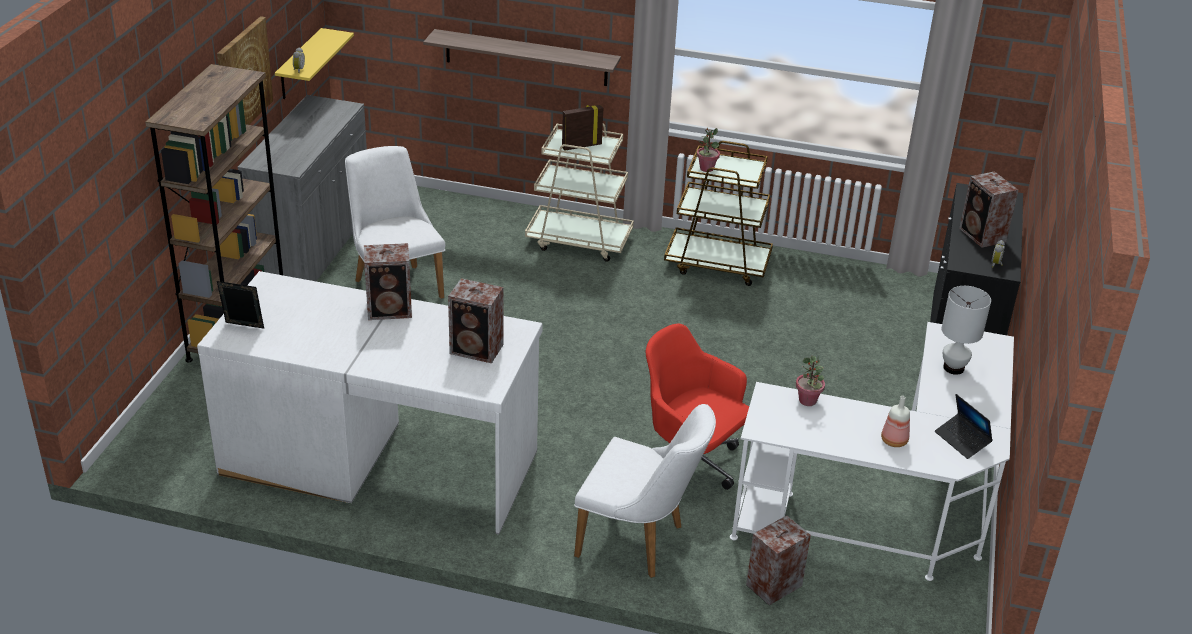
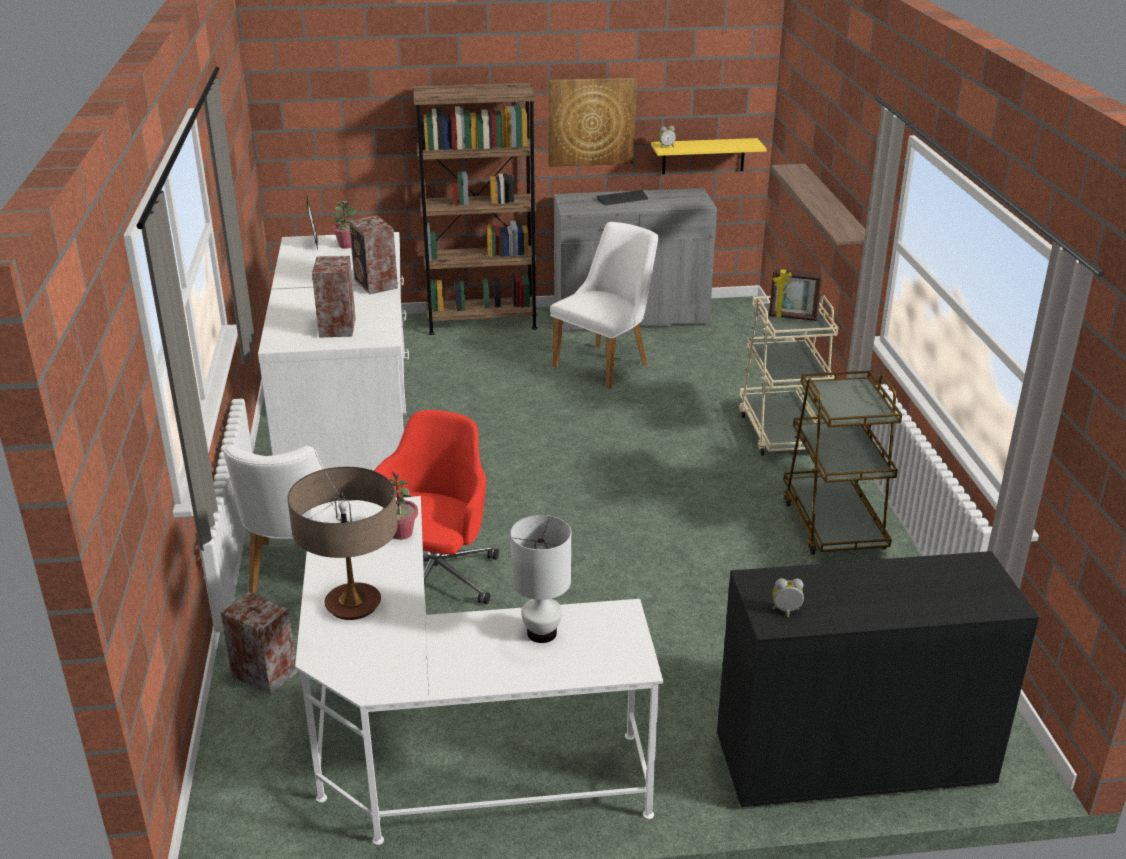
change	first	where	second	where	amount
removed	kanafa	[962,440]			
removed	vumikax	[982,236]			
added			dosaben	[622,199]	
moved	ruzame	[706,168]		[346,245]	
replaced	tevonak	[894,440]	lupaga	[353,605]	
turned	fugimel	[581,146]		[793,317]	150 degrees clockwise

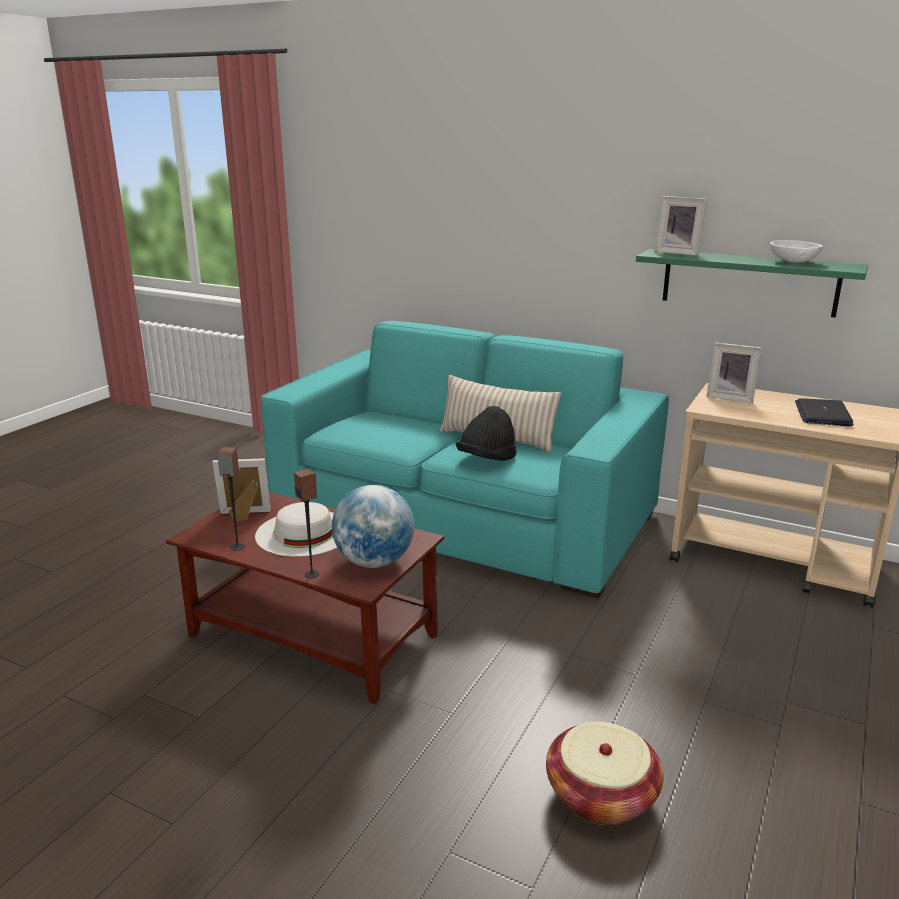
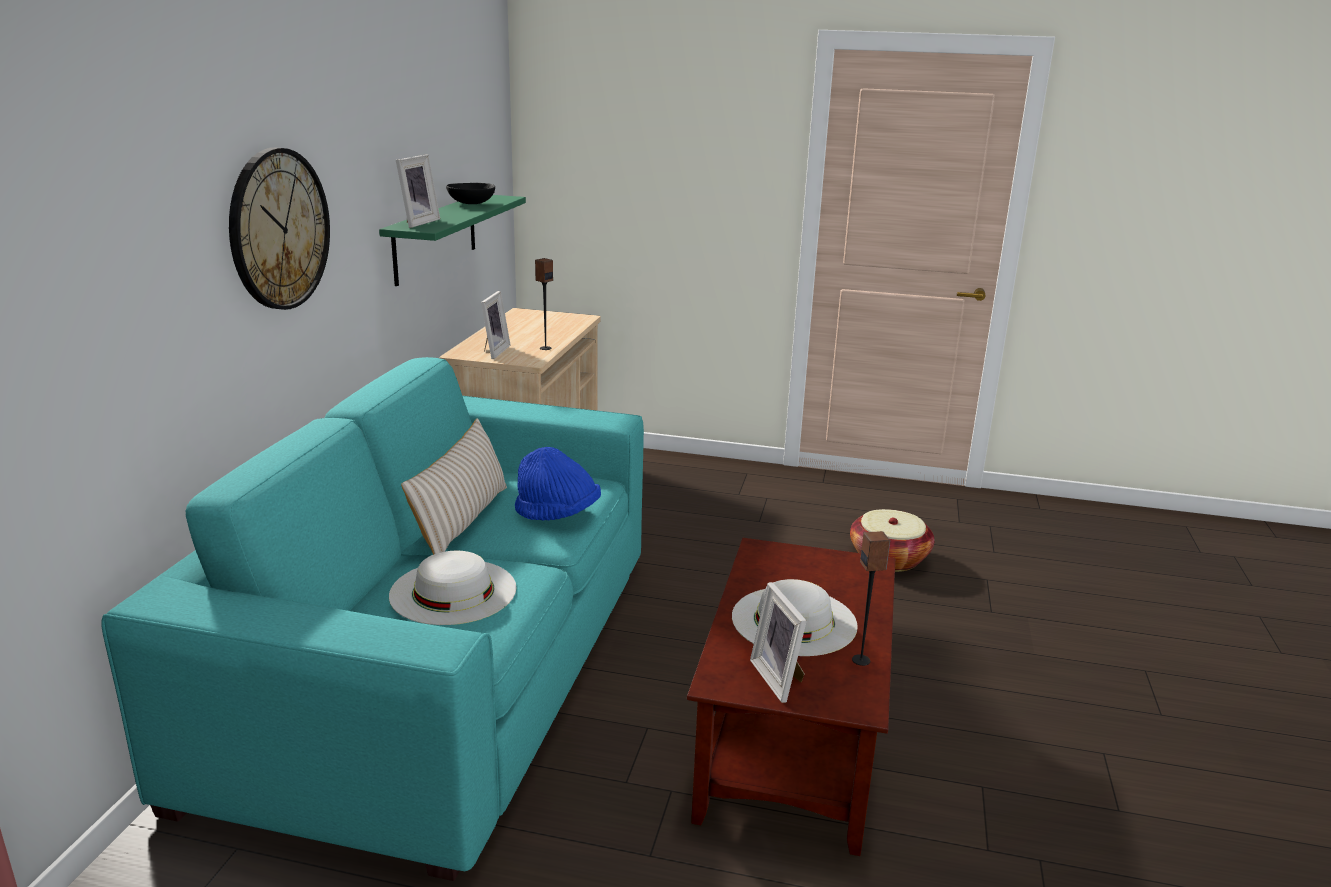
change	first	where	second	where	amount
removed	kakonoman	[374,562]			
removed	kanafa	[822,414]			
added			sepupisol	[279,229]	
added			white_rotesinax	[453,591]	
moved	vumikax	[312,574]		[545,348]	
recoloured	black_rotesinax	[487,460]	blue_rotesinax	[557,514]	
recoloured	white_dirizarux	[794,261]	black_dirizarux	[471,203]	

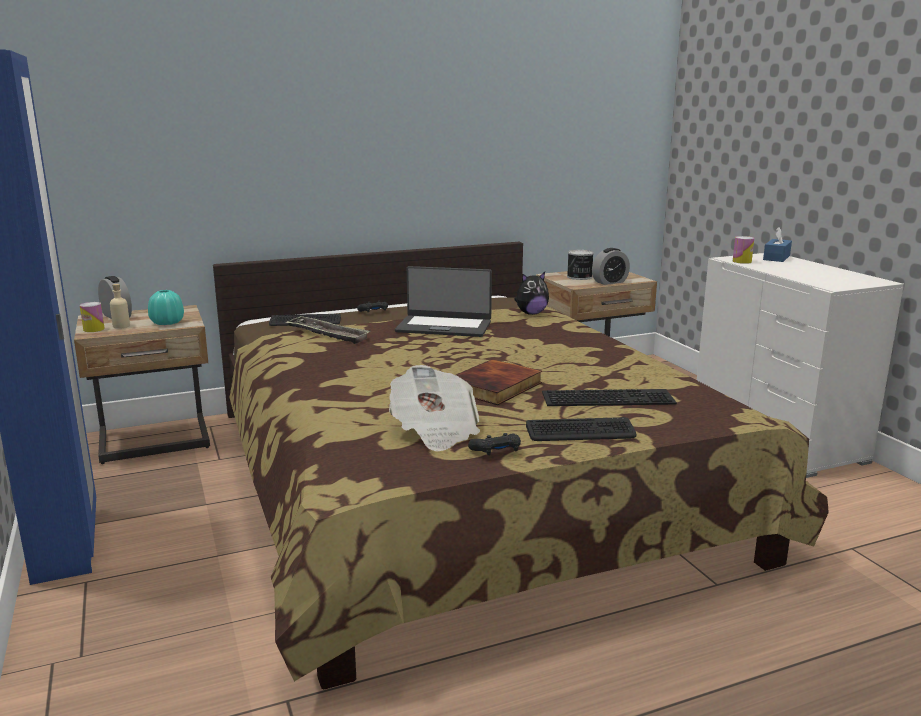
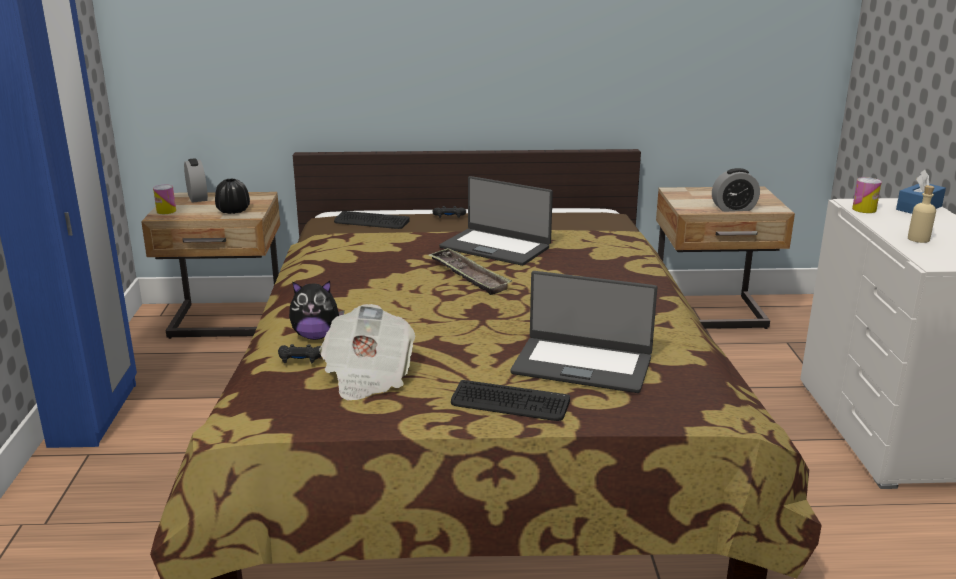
change	first	where	second	where	amount
removed	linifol	[495,387]			
removed	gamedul	[579,277]			
moved	beige_tevonak	[121,326]		[918,239]	
moved	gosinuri	[327,334]		[468,276]	
moved	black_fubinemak	[496,451]		[301,360]	
moved	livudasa	[531,313]		[316,336]	
replaced	dosaben	[608,397]	kanafa	[582,364]	
recoloured	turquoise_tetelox	[167,322]	black_tetelox	[233,211]	

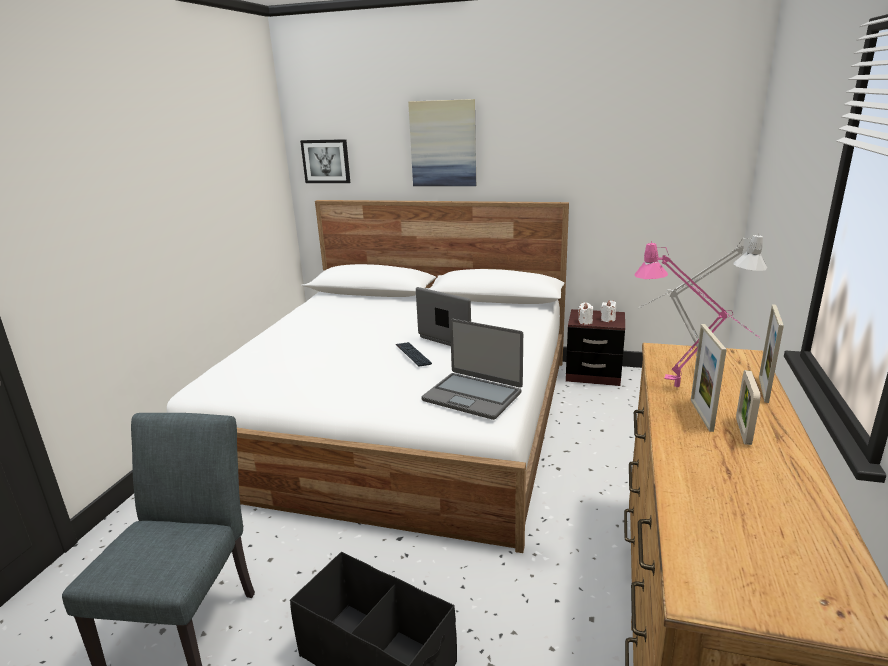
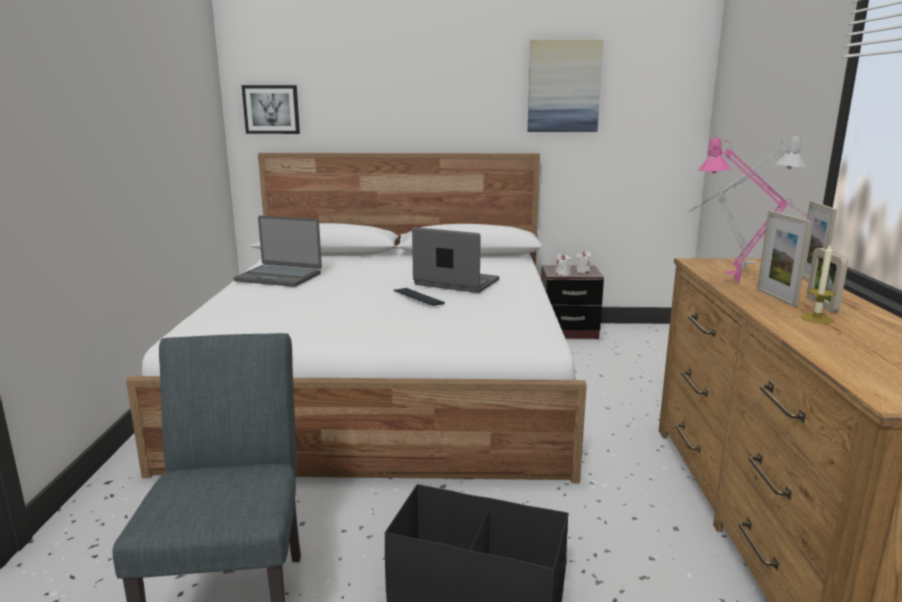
change	first	where	second	where	amount
added			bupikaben	[816,318]	
moved	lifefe	[443,143]		[564,86]	
moved	kanafa	[473,396]		[279,277]	

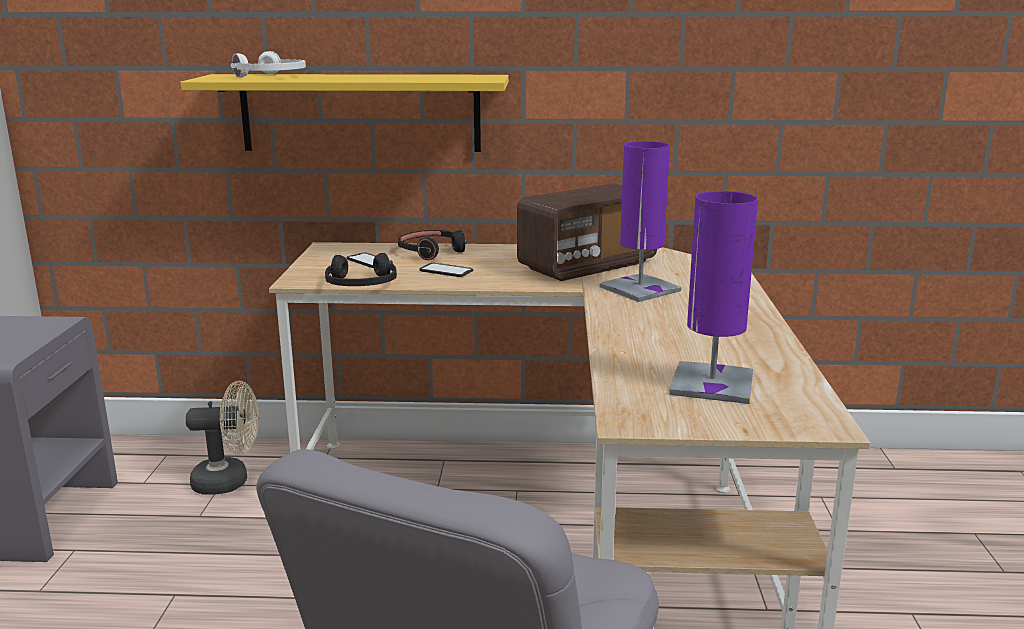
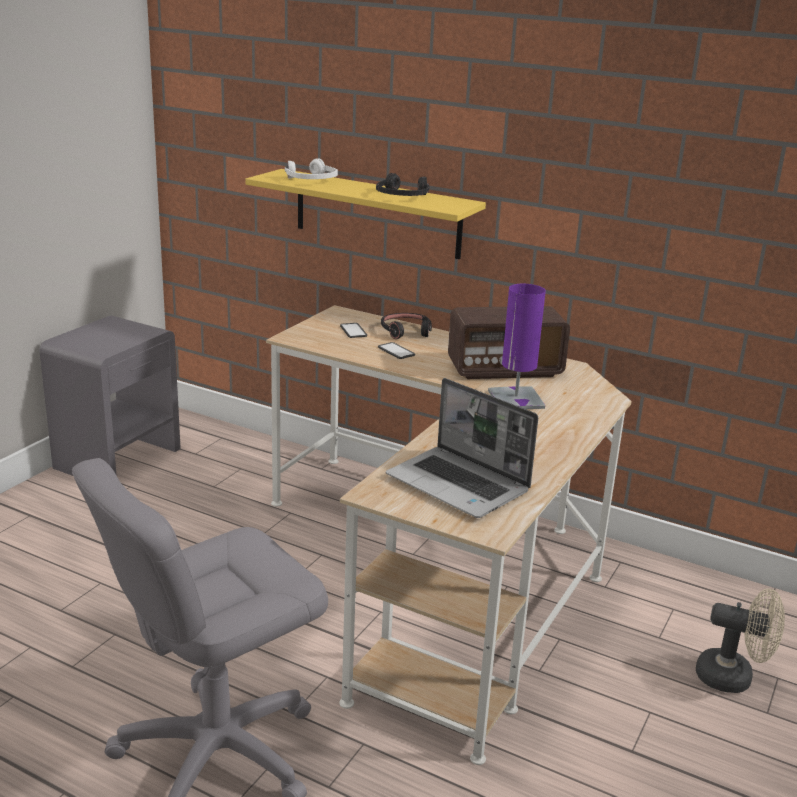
change	first	where	second	where	amount
moved	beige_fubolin	[230,481]		[733,678]	
moved	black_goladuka	[361,284]		[402,196]	
replaced	purple_lupaga	[712,384]	kanafa	[459,484]	

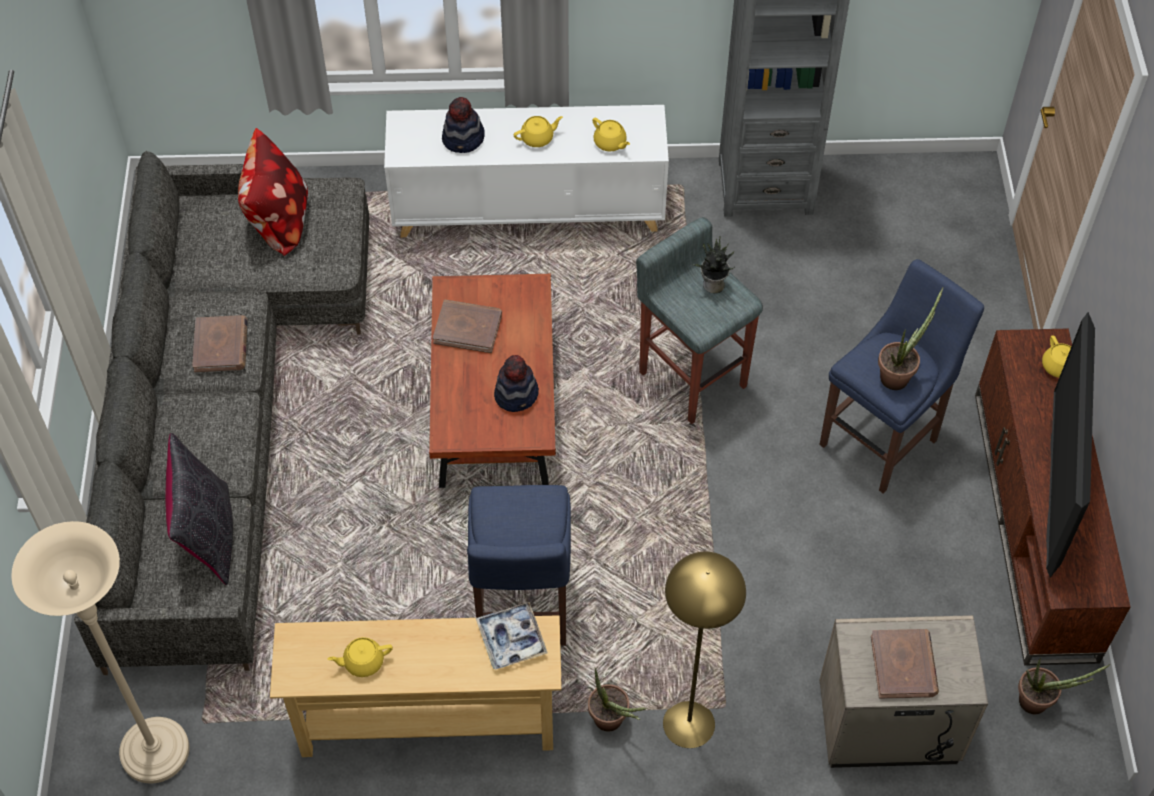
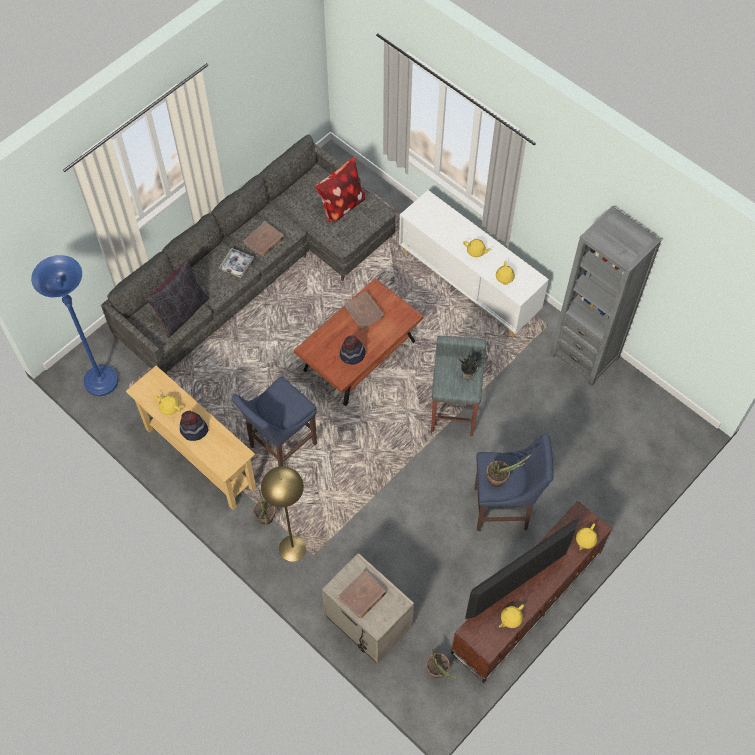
change	first	where	second	where	amount
added			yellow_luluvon	[510,619]	
moved	rotesinax	[464,139]		[194,430]	
moved	gosinuri	[511,639]		[236,265]	
recoloured	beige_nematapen	[155,752]	blue_nematapen	[101,382]	

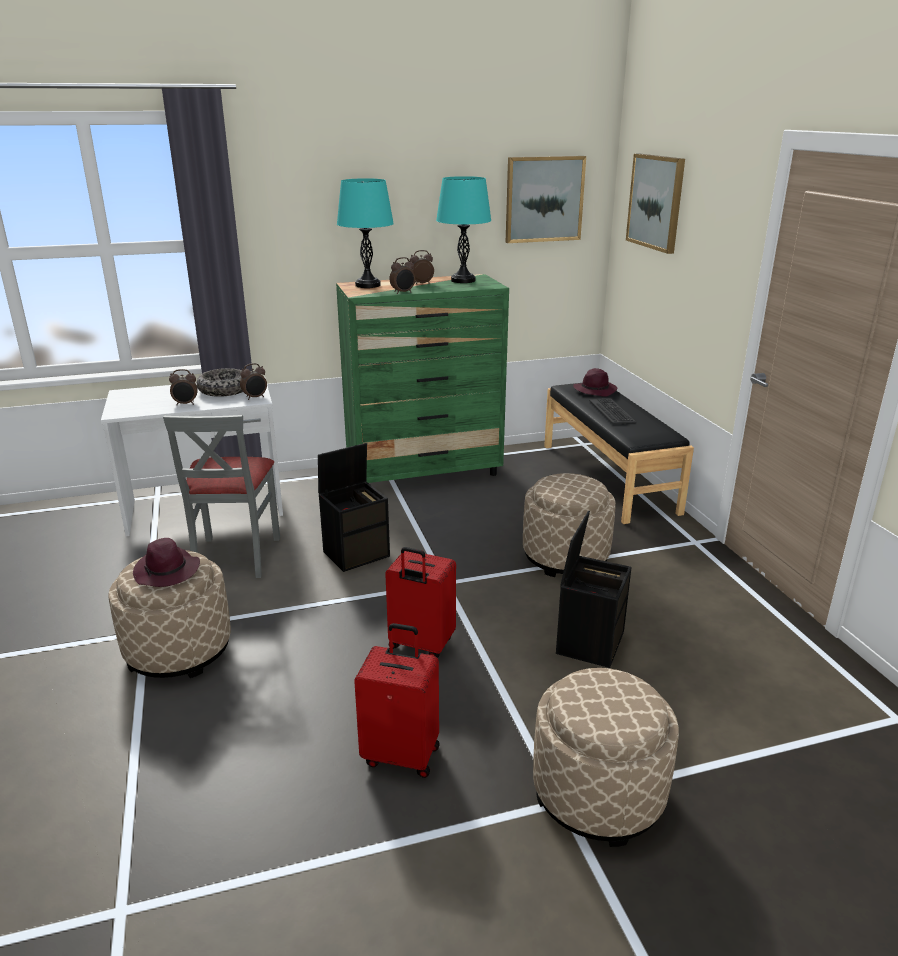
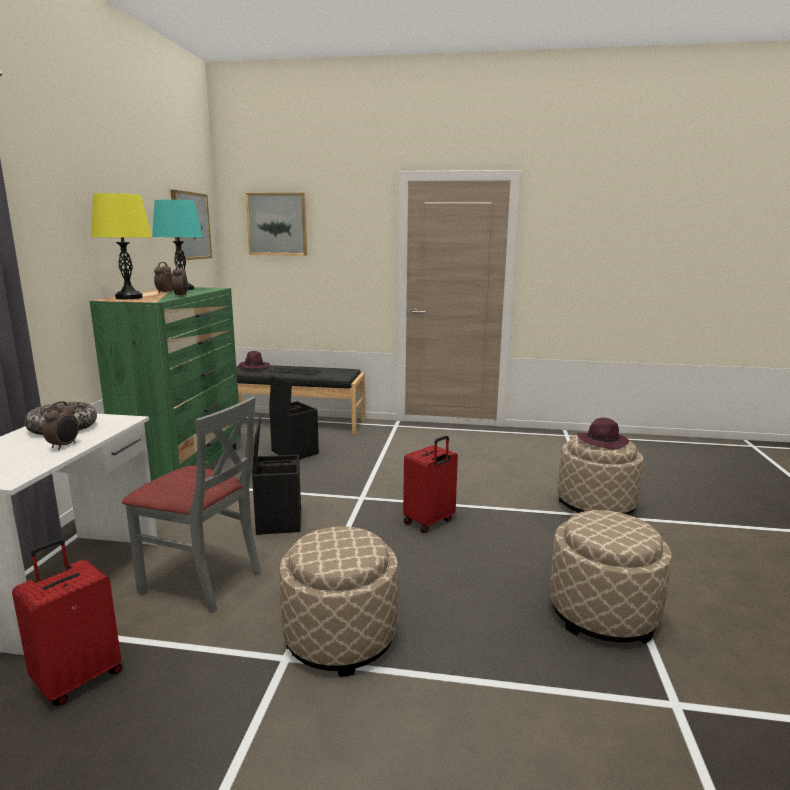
change	first	where	second	where	amount
removed	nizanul	[255,397]			
moved	purple_rotesinax	[167,572]		[603,442]	
moved	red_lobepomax	[402,754]		[78,678]	
moved	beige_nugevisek	[565,556]		[602,613]	
moved	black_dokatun	[589,641]		[293,452]	
recoloured	turquoise_lupaga	[368,285]	yellow_lupaga	[129,298]	

